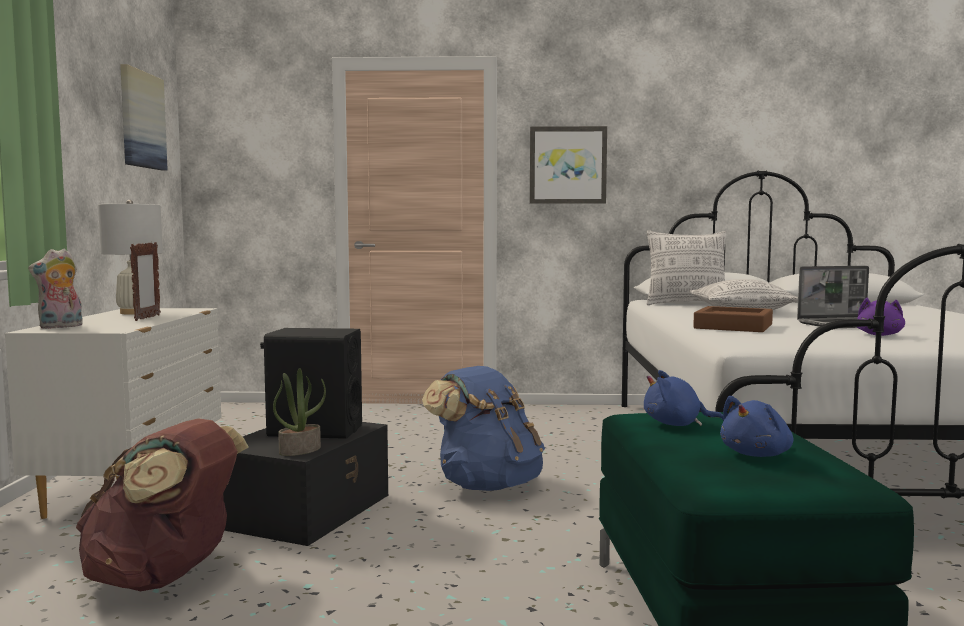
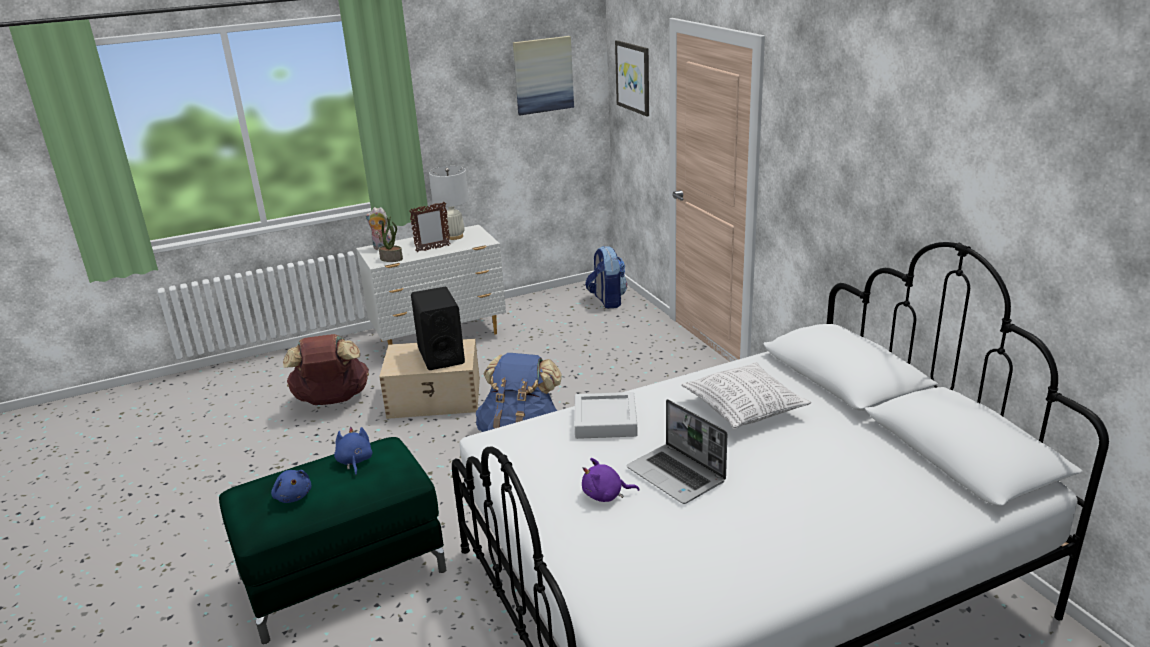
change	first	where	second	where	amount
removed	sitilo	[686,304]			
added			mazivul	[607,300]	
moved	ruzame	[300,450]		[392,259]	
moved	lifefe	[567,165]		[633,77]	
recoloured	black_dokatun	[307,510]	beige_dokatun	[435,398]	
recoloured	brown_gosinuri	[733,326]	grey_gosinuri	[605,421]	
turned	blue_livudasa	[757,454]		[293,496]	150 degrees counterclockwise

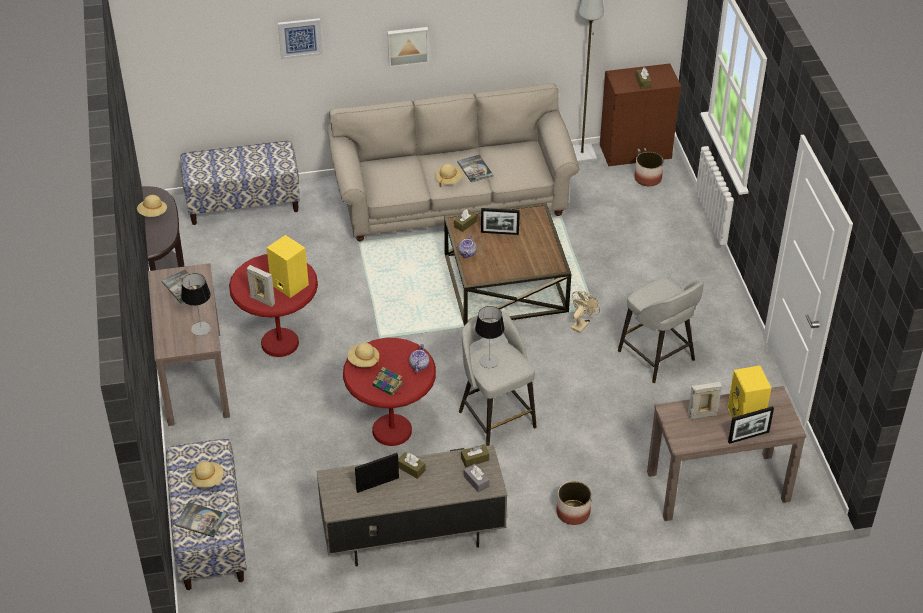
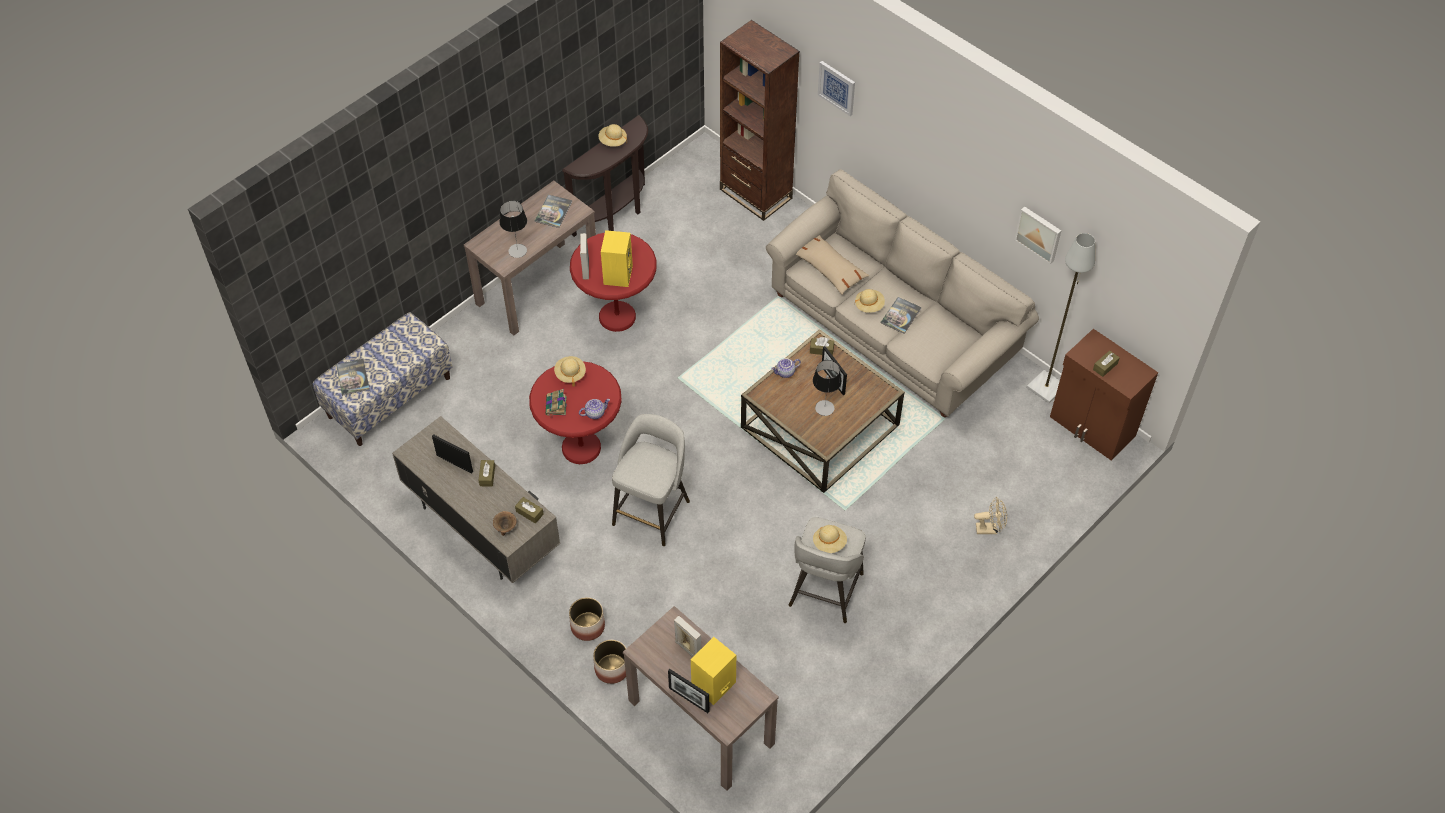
change	first	where	second	where	amount
added			beige_sitilo	[829,269]	
moved	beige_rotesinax	[208,480]		[829,543]	
moved	lifefe	[407,45]		[1039,233]	
moved	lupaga	[489,361]		[824,408]	
moved	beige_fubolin	[582,323]		[990,529]	
moved	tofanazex	[648,178]		[612,669]	
replaced	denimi	[243,203]	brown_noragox	[755,194]	
replaced	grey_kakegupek	[476,481]	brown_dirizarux	[506,527]	

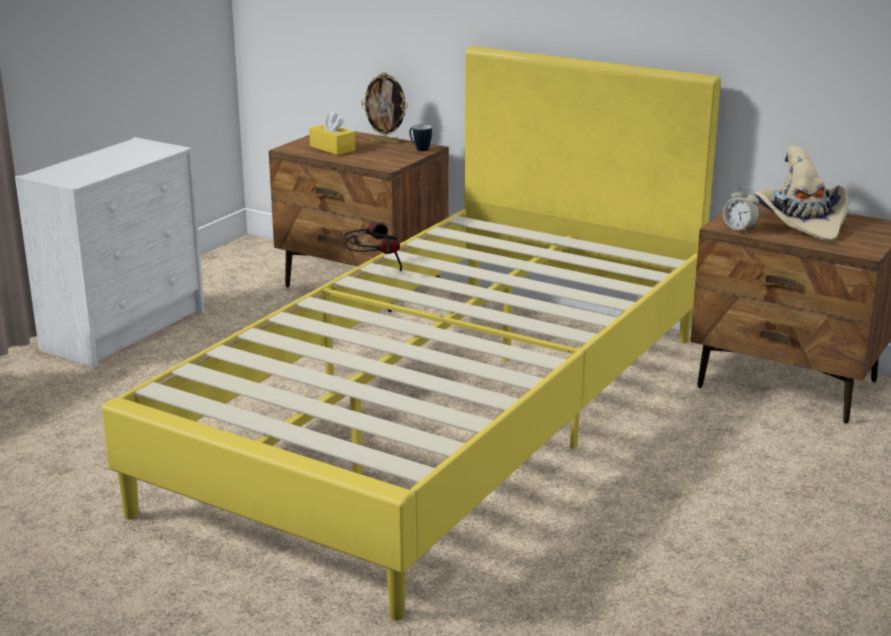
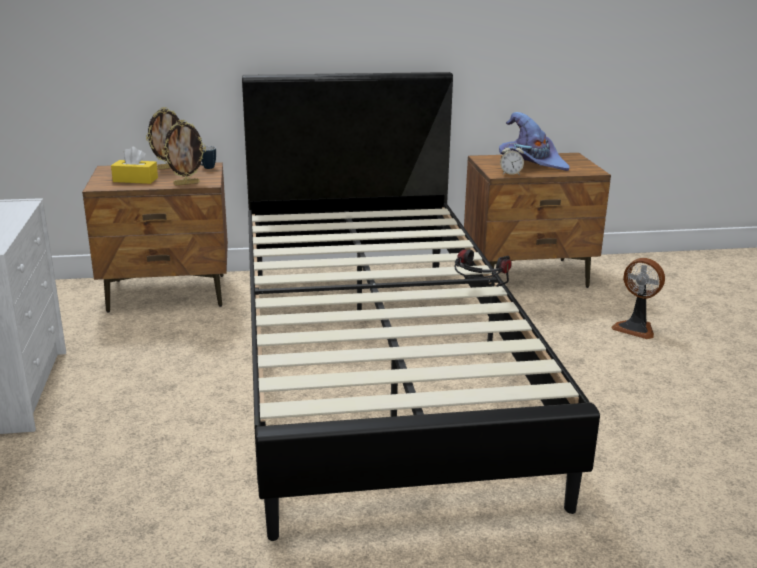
change	first	where	second	where	amount
added			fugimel	[186,183]	
added			fubolin	[636,328]	
moved	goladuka	[372,270]		[477,292]	
recoloured	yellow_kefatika	[446,415]	black_kefatika	[377,363]	
recoloured	beige_rotesinax	[801,222]	purple_rotesinax	[531,163]	

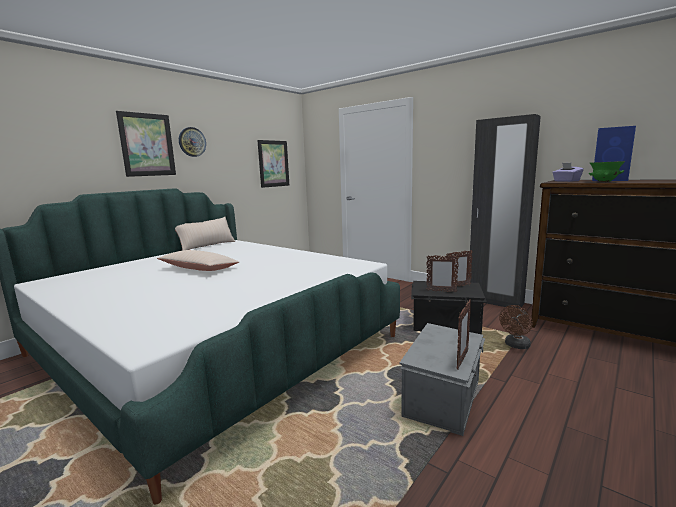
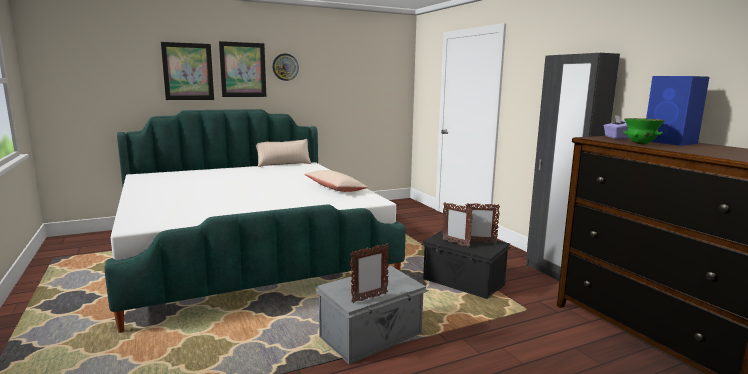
change	first	where	second	where	amount
removed	brown_fubolin	[516,346]			
moved	beige_sitilo	[199,269]		[335,188]	
moved	lifefe	[273,163]		[188,71]	

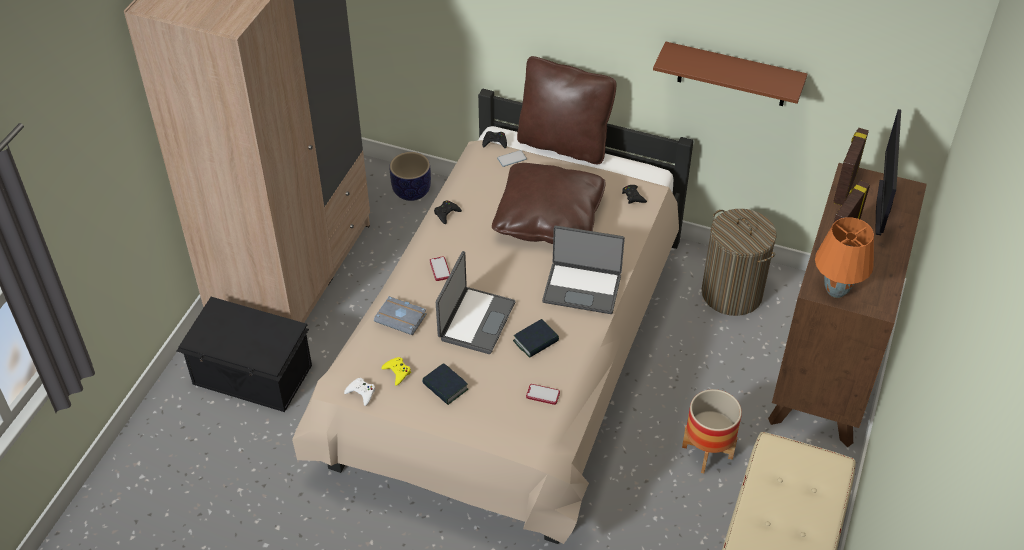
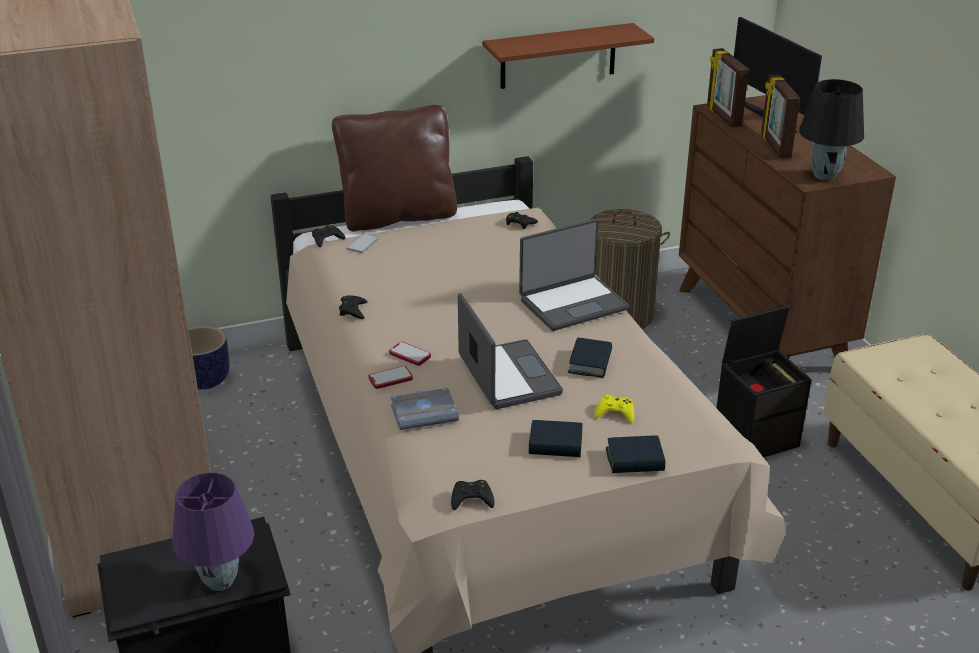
change	first	where	second	where	amount
removed	brown_sitilo	[548,219]			
added			purple_lupaga	[221,582]	
added			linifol	[635,460]	
moved	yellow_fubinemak	[397,372]		[615,413]	
moved	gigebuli	[543,395]		[390,378]	
replaced	tofanazex	[707,452]	black_dokatun	[756,437]	
recoloured	white_fubinemak	[361,393]	black_fubinemak	[472,499]	
recoloured	orange_lupaga	[836,290]	black_lupaga	[824,175]	

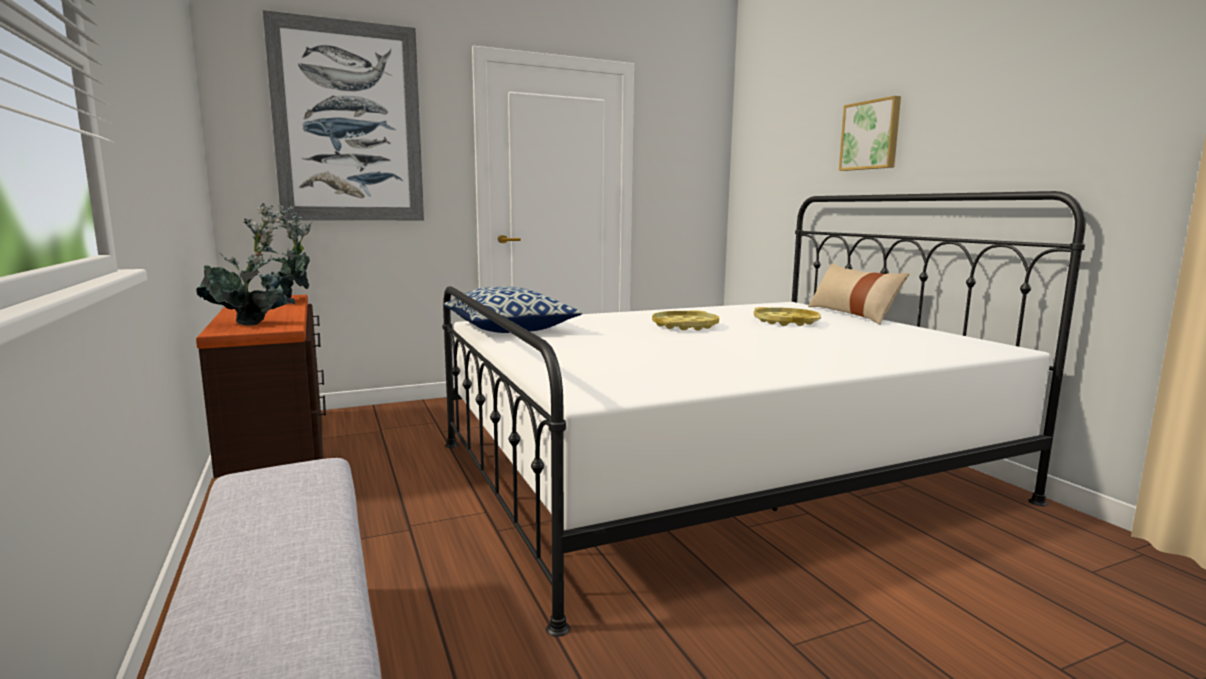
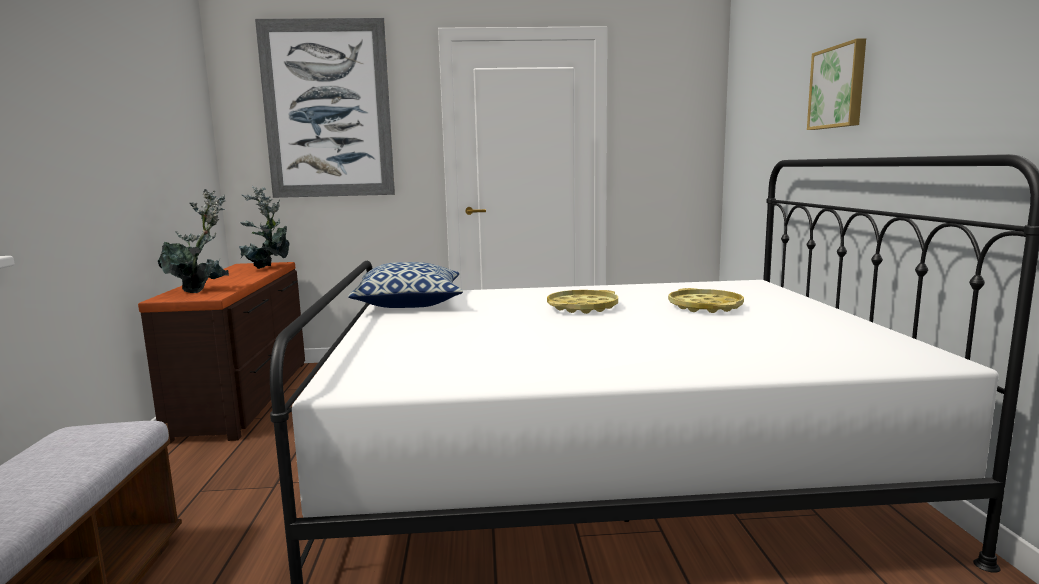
change	first	where	second	where	amount
removed	beige_sitilo	[852,314]			

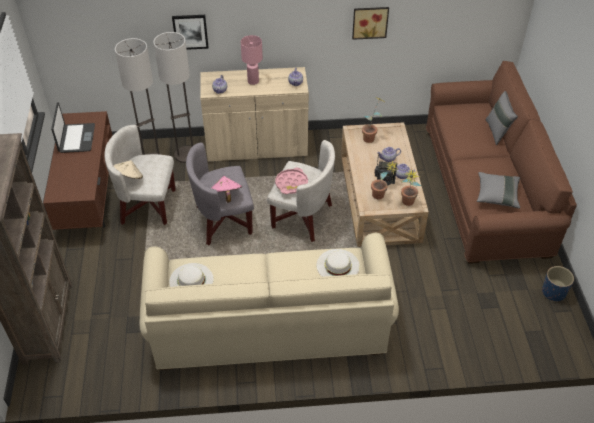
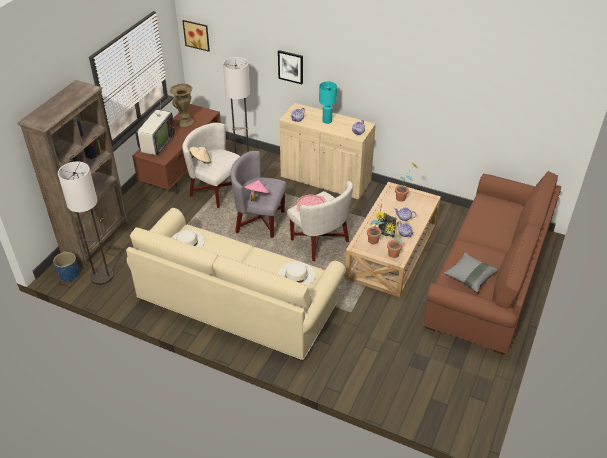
change	first	where	second	where	amount
removed	grey_sitilo	[497,132]			
added			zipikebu	[156,144]	
moved	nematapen	[186,155]		[101,276]	
moved	lifefe	[370,22]		[197,34]	
moved	blue_tofanazex	[553,292]		[69,274]	
replaced	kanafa	[76,138]	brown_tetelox	[185,122]	
recoloured	pink_lupaga	[253,81]	turquoise_lupaga	[327,121]	

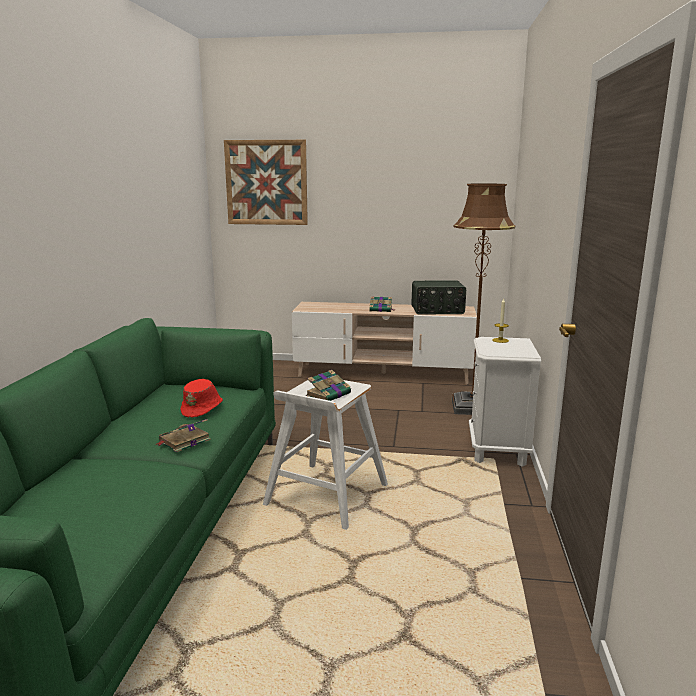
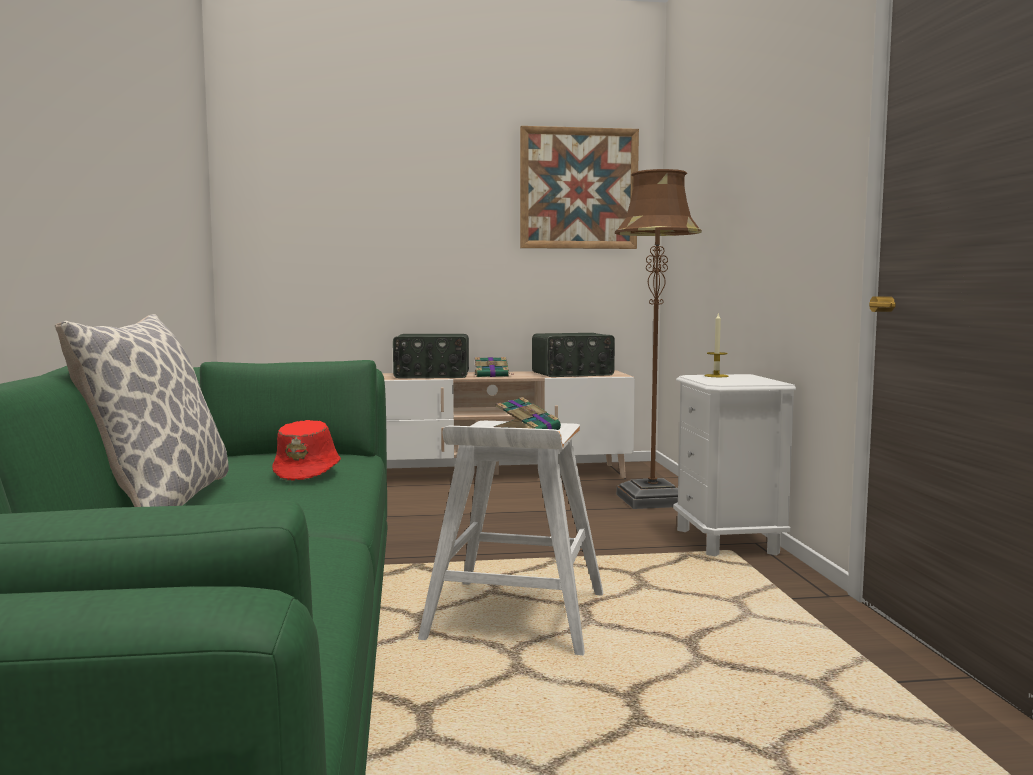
change	first	where	second	where	amount
removed	linifol	[183,441]			
added			sitilo	[159,503]	
added			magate	[432,375]	
moved	lifefe	[266,182]		[578,188]	

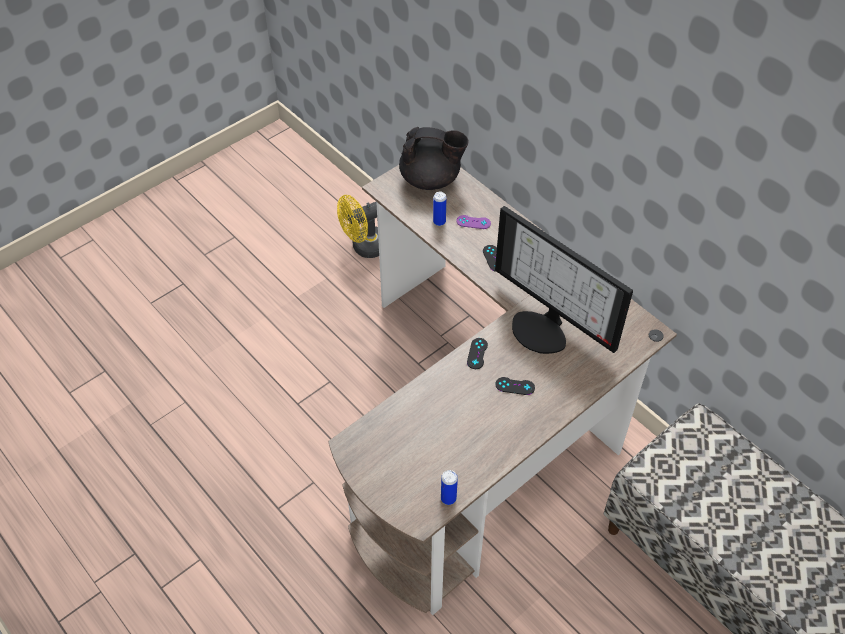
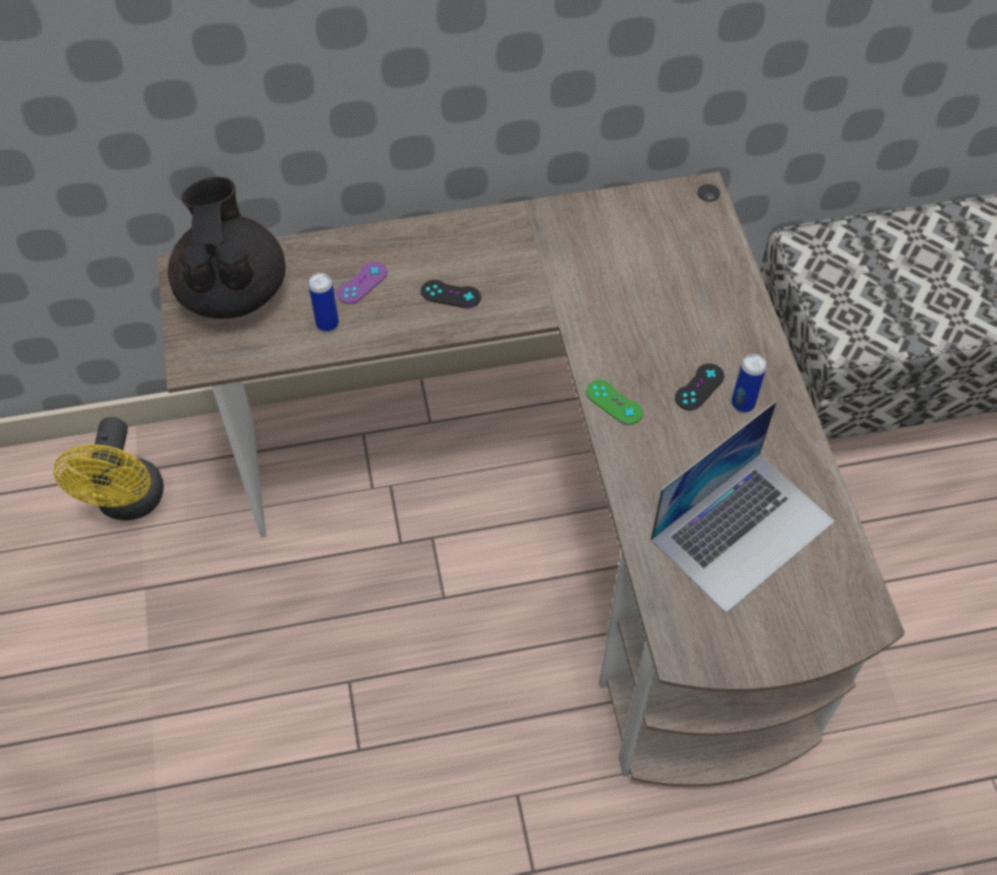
change	first	where	second	where	amount
removed	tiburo	[543,329]			
added			kanafa	[742,530]	
moved	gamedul	[448,498]		[743,403]	
recoloured	black_fubinemak	[477,353]	green_fubinemak	[614,402]	
turned	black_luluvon	[431,179]		[232,290]	45 degrees counterclockwise

